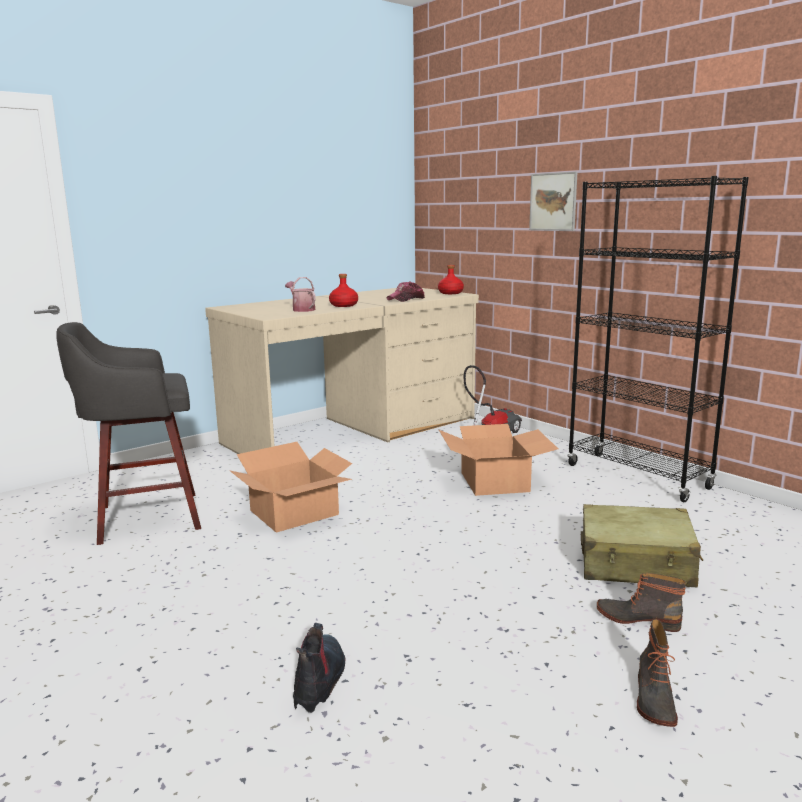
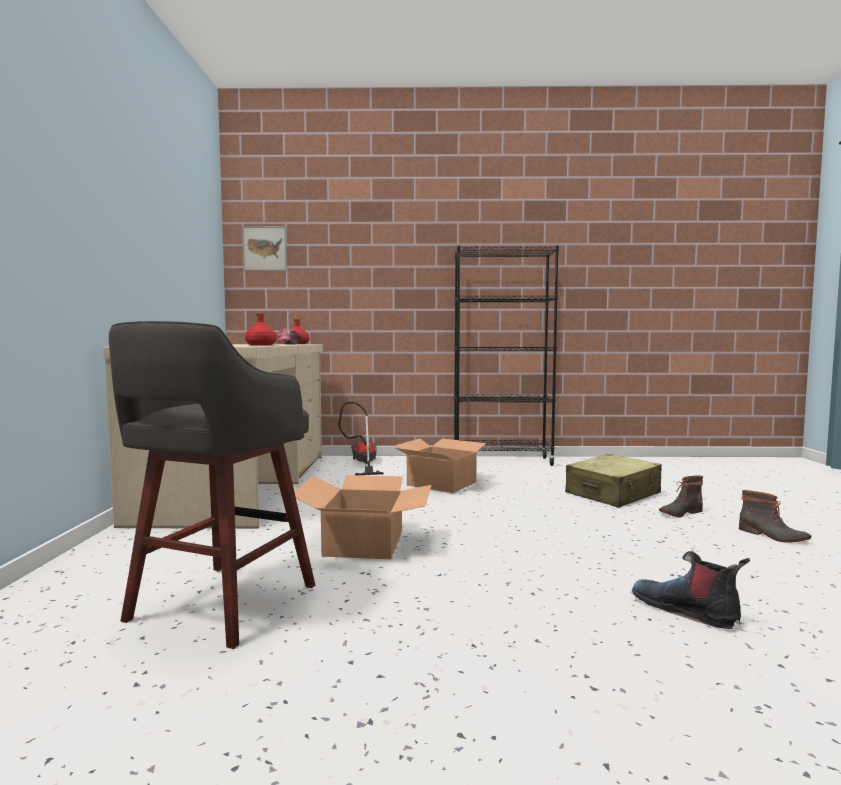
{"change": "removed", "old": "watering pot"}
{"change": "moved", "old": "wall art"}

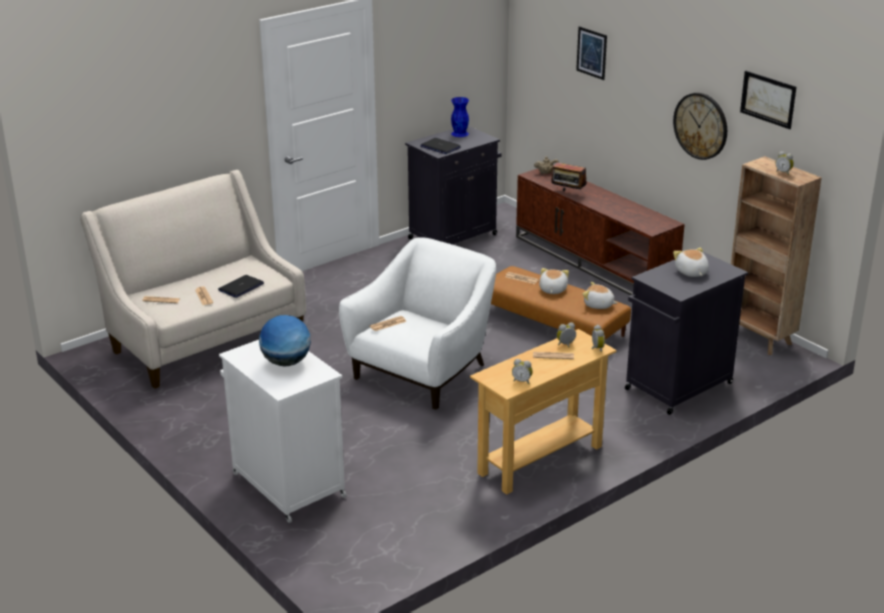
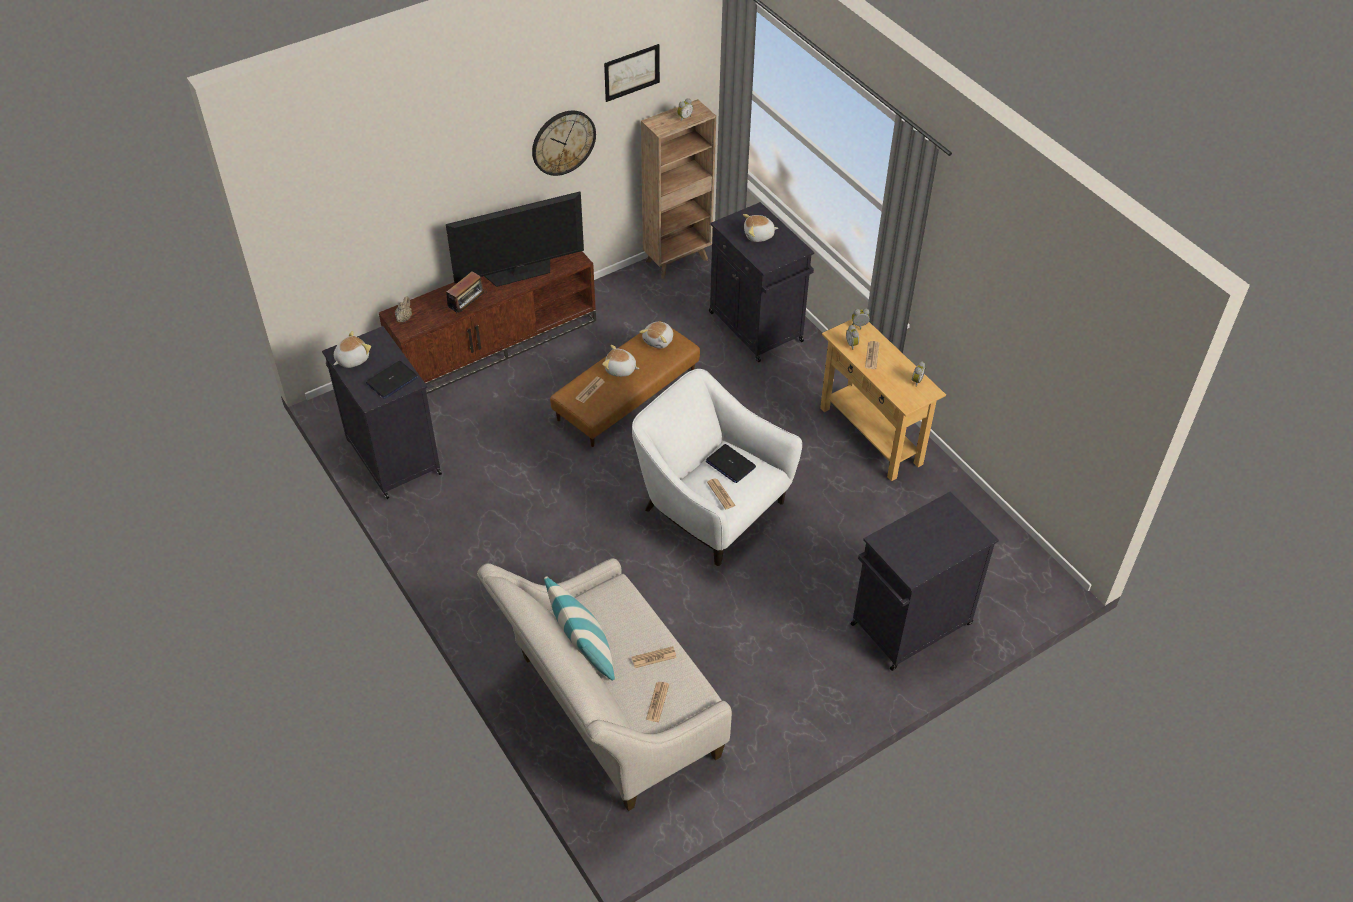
{"change": "removed", "old": "desk globe"}
{"change": "removed", "old": "wall art (1st from left)"}
{"change": "added", "new": "television"}
{"change": "added", "new": "throw pillow"}
{"change": "moved", "old": "laptop (1st from left in the first image)", "new": "laptop (2nd from left)"}
{"change": "replaced", "old": "blue-coloured vase", "new": "soft toy (1st from left)"}
{"change": "recoloured", "old": "white-coloured storage cabinet", "new": "black-coloured storage cabinet (3rd from left)"}

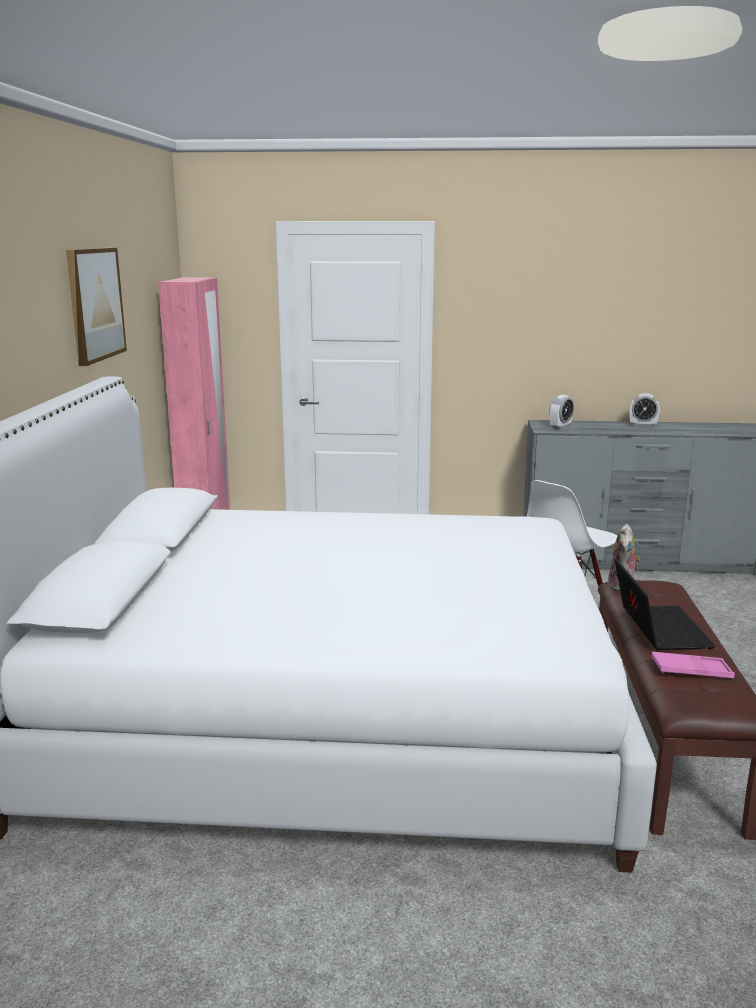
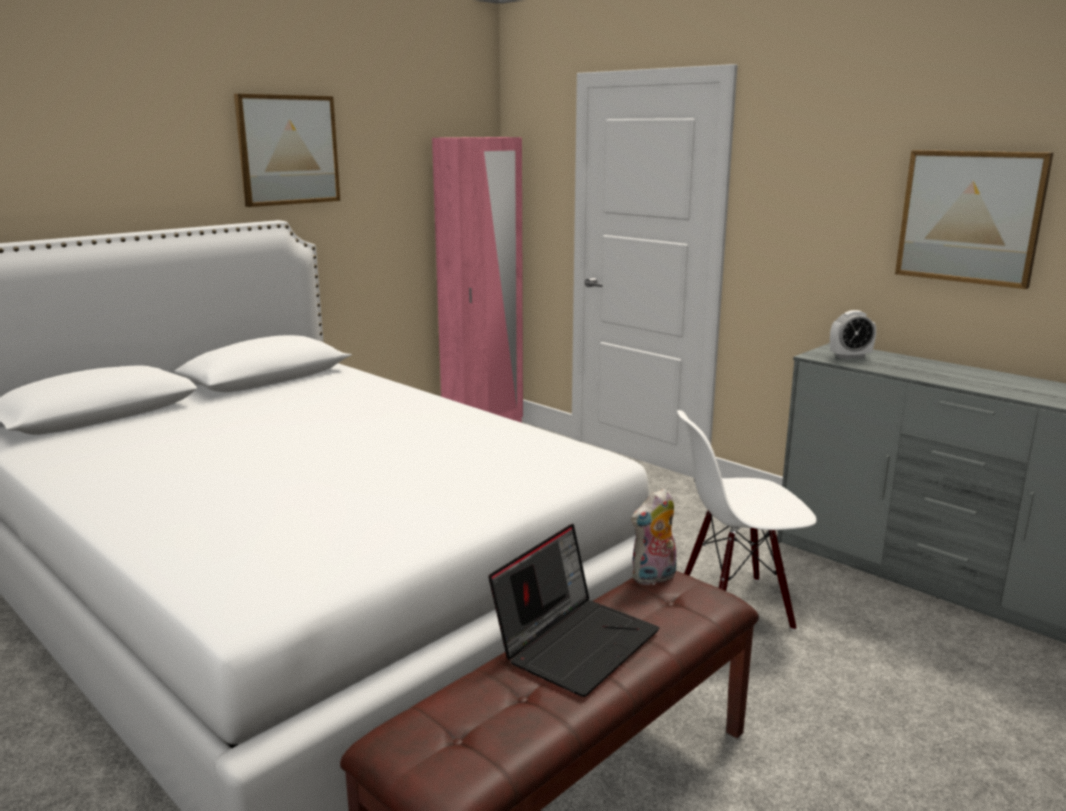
{"change": "removed", "old": "alarm clock (2nd from left)"}
{"change": "removed", "old": "pink carrying tray"}
{"change": "added", "new": "wall art (2nd from left)"}

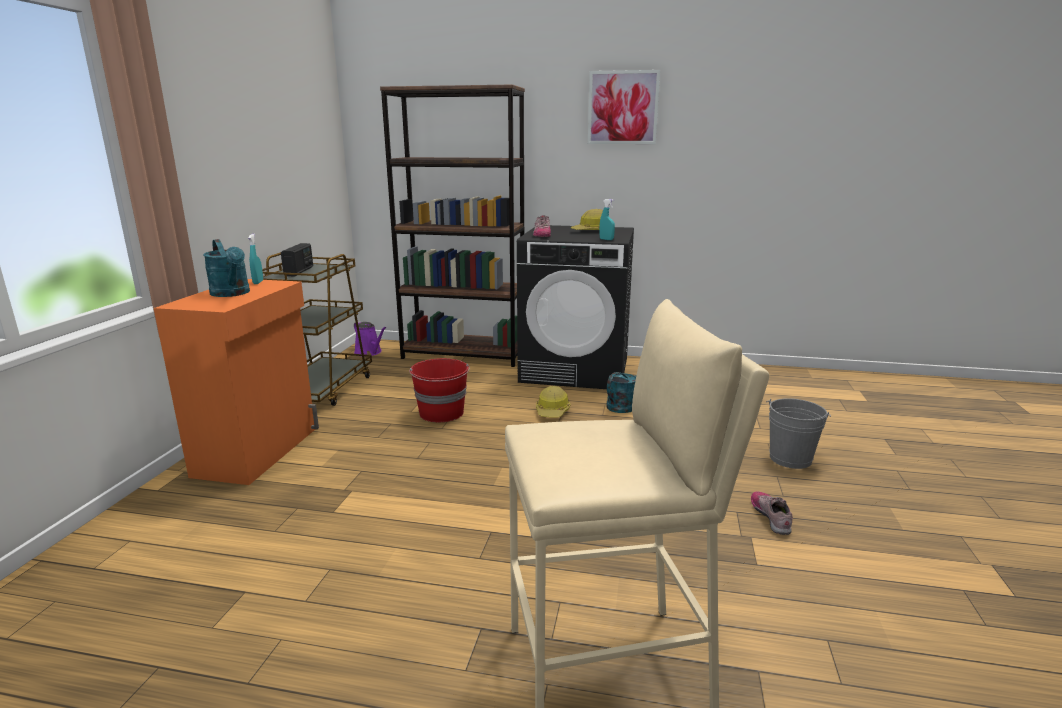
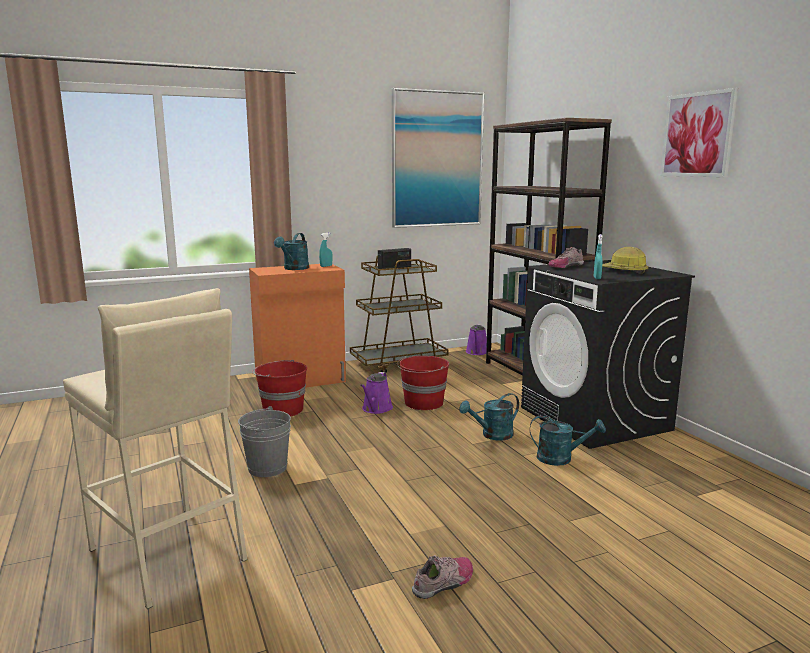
{"change": "added", "new": "red-coloured water bucket (1st from left)"}
{"change": "added", "new": "purple watering pot (1st from left)"}
{"change": "added", "new": "wall art (1st from left)"}
{"change": "moved", "old": "greyish water bucket"}
{"change": "replaced", "old": "work helmet (1st from left)", "new": "turquoise-coloured watering pot (2nd from left)"}

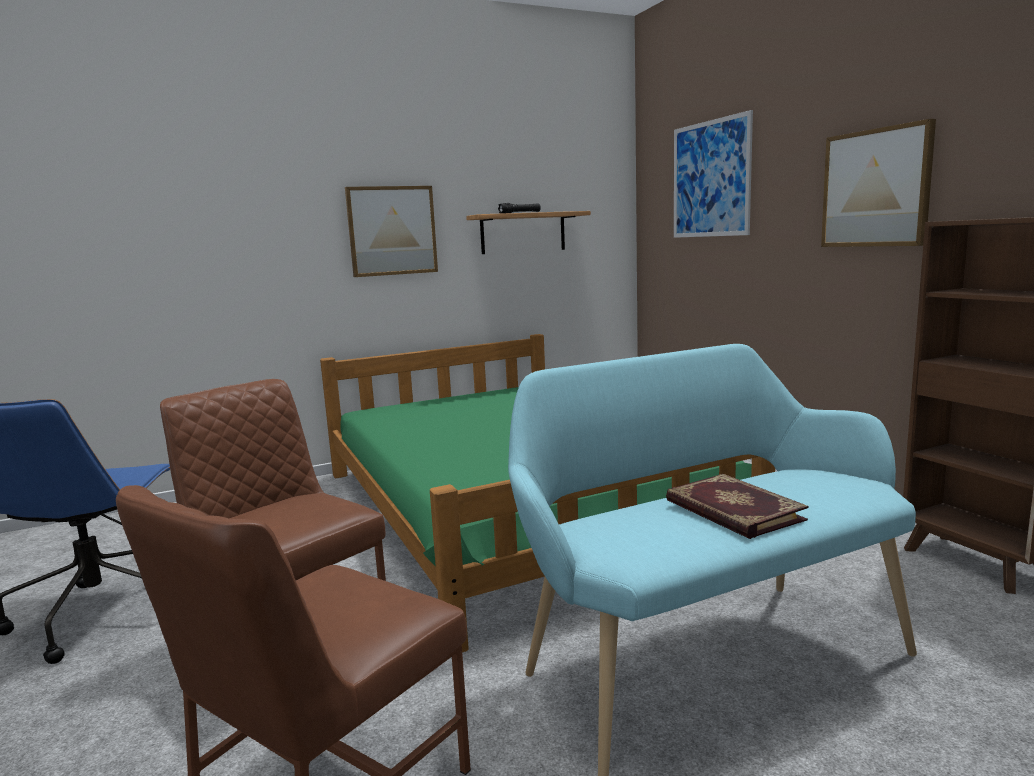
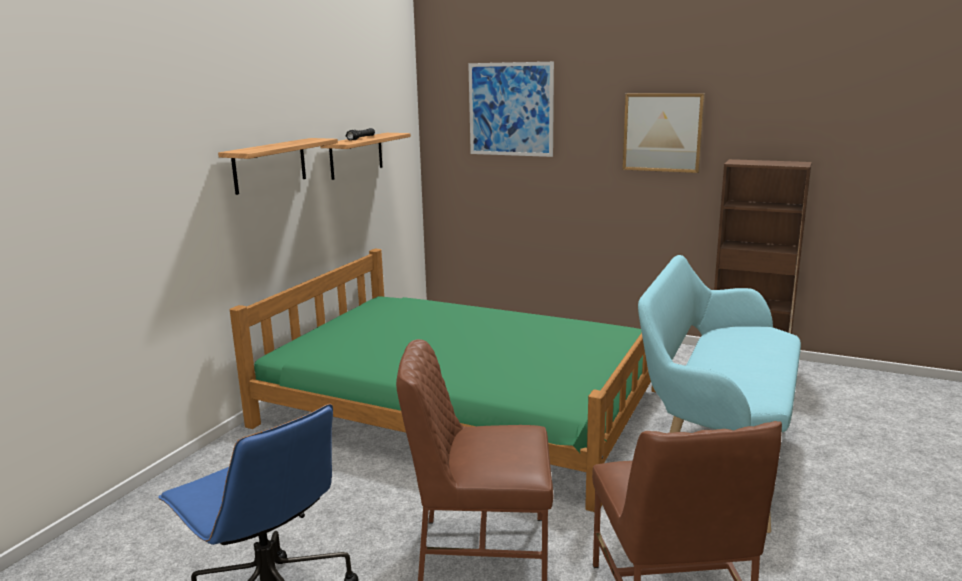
{"change": "removed", "old": "bound book"}
{"change": "replaced", "old": "wall art (1st from left)", "new": "shelf (1st from left)"}

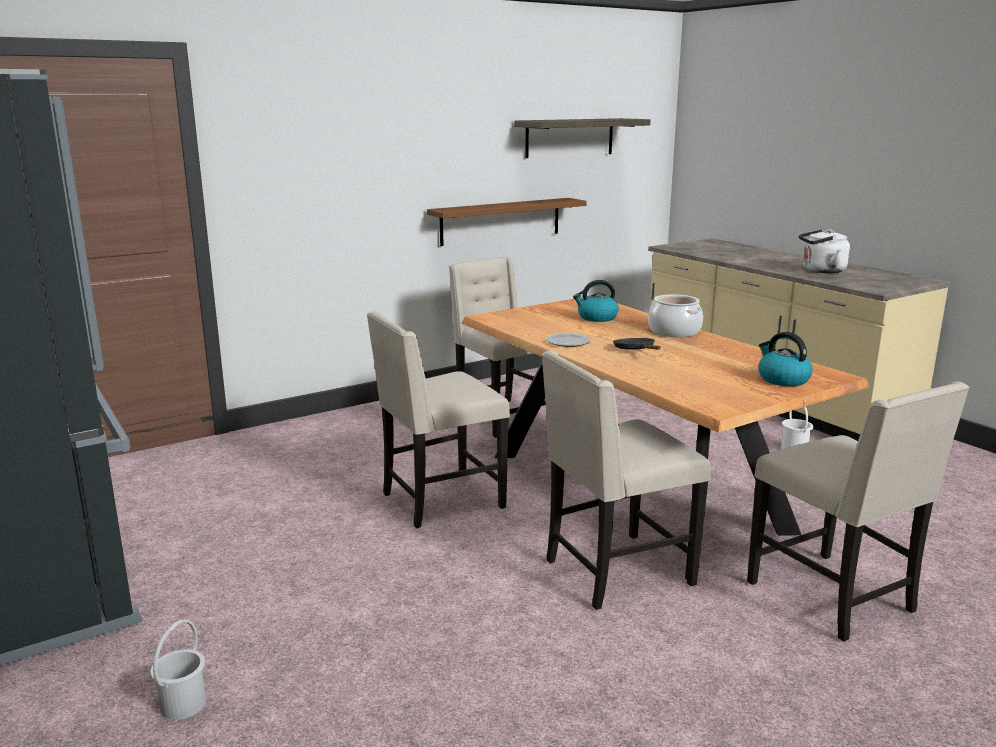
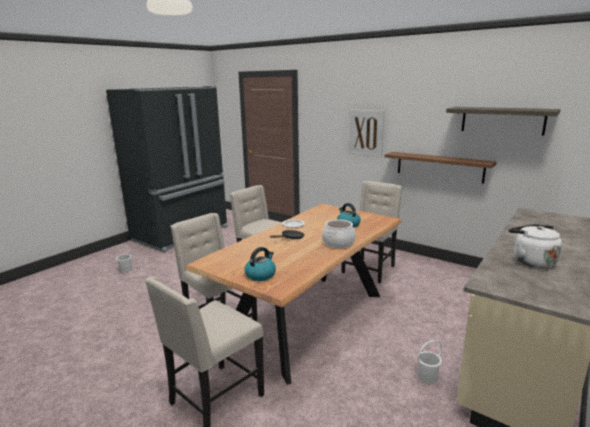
{"change": "added", "new": "wall art"}

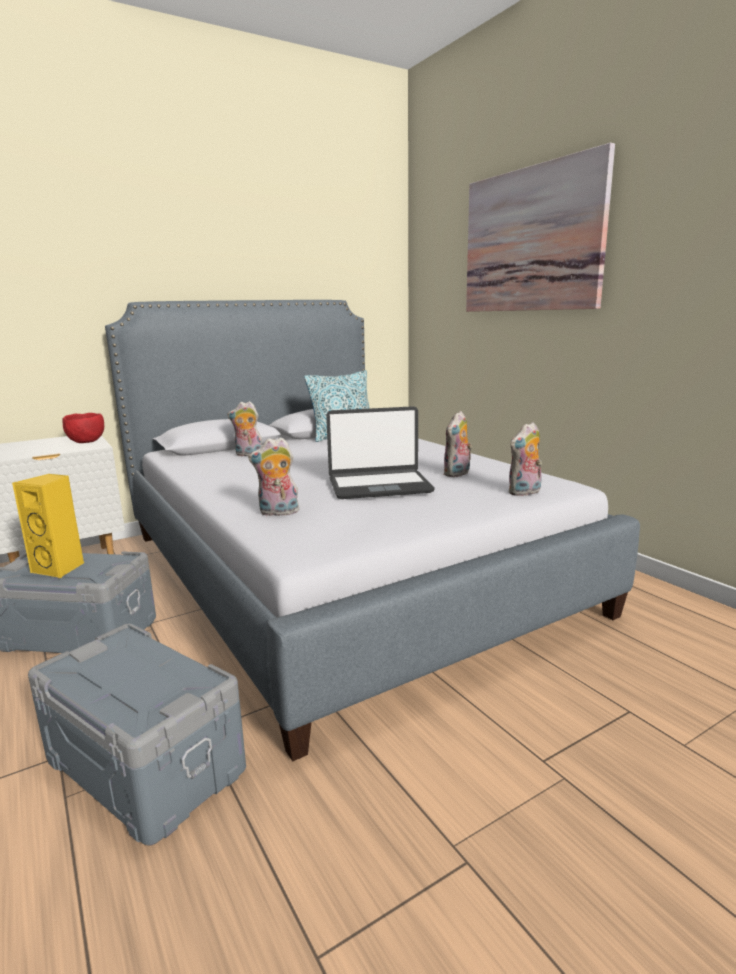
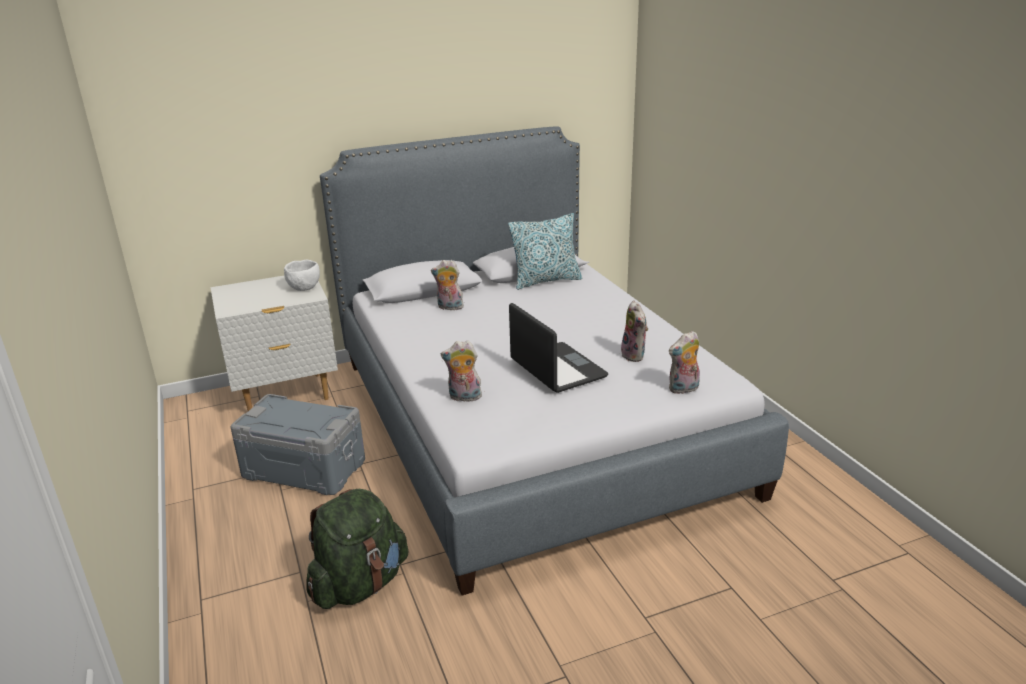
{"change": "removed", "old": "yellowish speaker"}
{"change": "removed", "old": "wall art"}
{"change": "replaced", "old": "greyish storage container (2nd from left)", "new": "green-coloured backpack"}
{"change": "recoloured", "old": "red-coloured serving bowl", "new": "white-coloured serving bowl"}
{"change": "turned", "old": "laptop", "degrees": -120}
{"change": "turned", "old": "soft toy (3rd from left)", "degrees": -60}

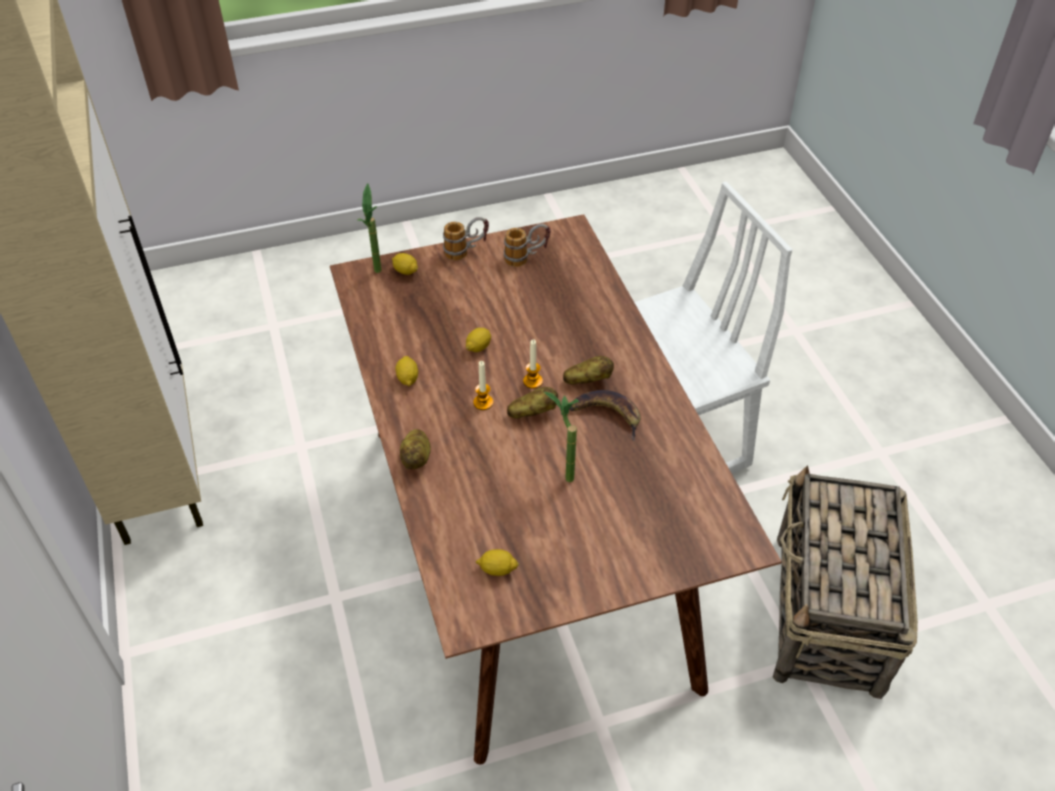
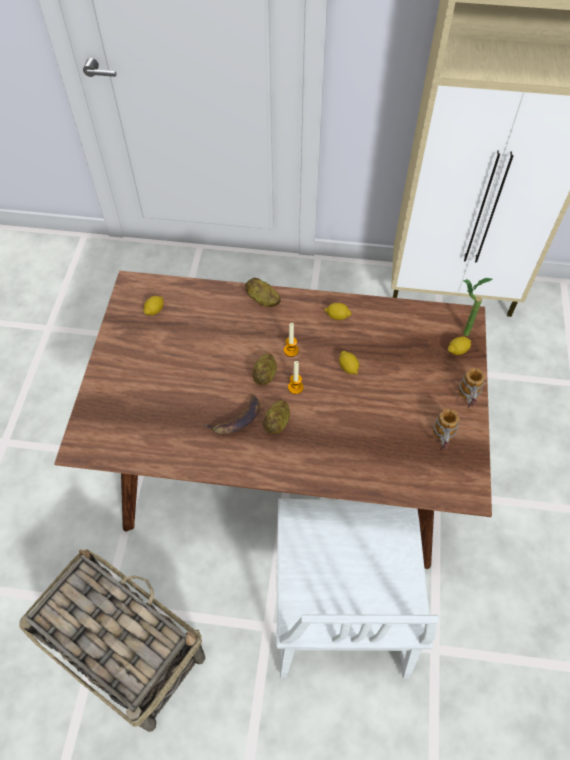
{"change": "removed", "old": "potted plant (2nd from left)"}

